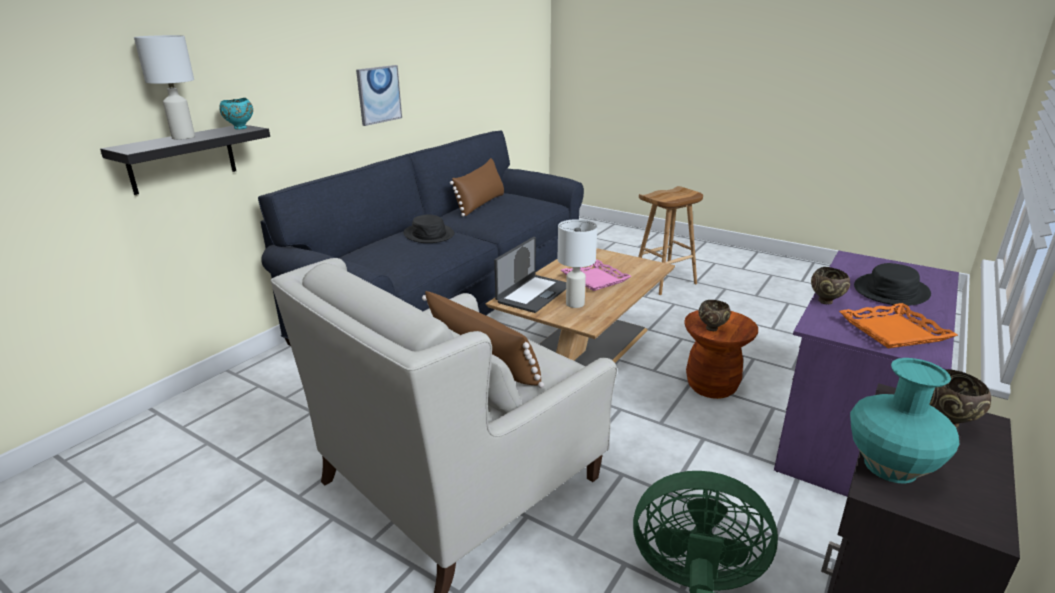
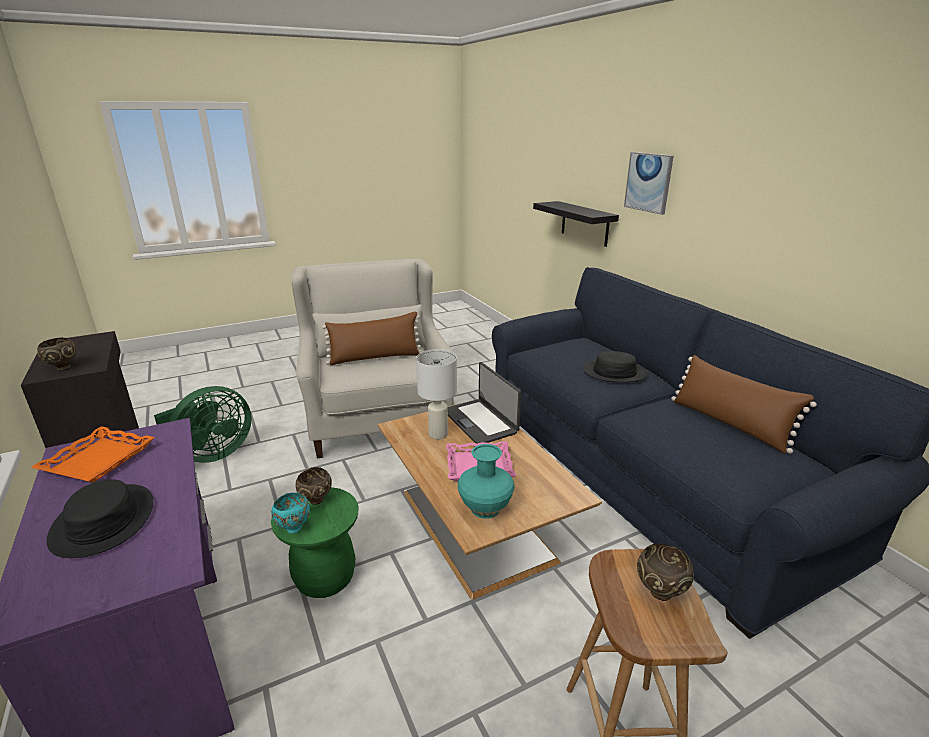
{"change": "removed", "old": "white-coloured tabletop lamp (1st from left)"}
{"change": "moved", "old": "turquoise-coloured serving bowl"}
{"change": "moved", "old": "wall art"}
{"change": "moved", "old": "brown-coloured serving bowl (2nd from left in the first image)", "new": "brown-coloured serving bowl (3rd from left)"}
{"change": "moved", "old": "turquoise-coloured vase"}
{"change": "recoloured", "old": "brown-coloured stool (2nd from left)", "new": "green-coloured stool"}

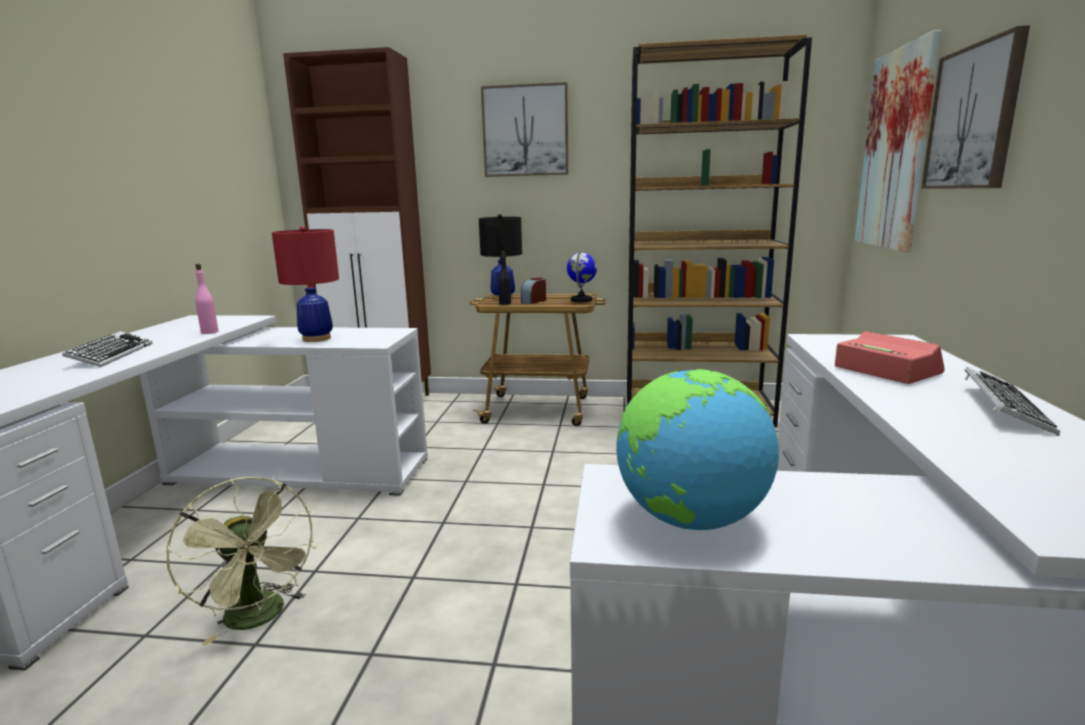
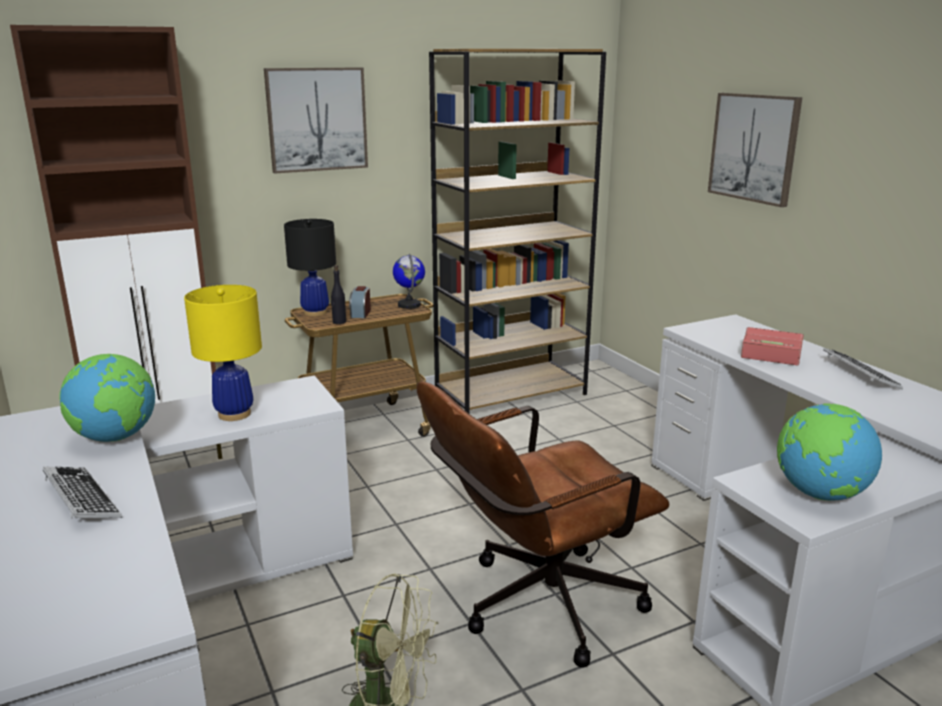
{"change": "removed", "old": "wall art (2nd from left)"}
{"change": "added", "new": "brown-coloured desk chair"}
{"change": "replaced", "old": "pink beverage bottle", "new": "desk globe (1st from left)"}
{"change": "recoloured", "old": "red-coloured tabletop lamp", "new": "yellowish tabletop lamp"}

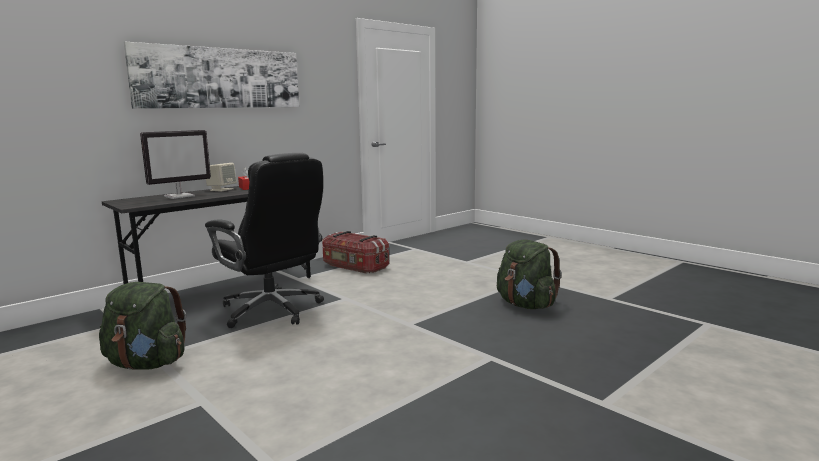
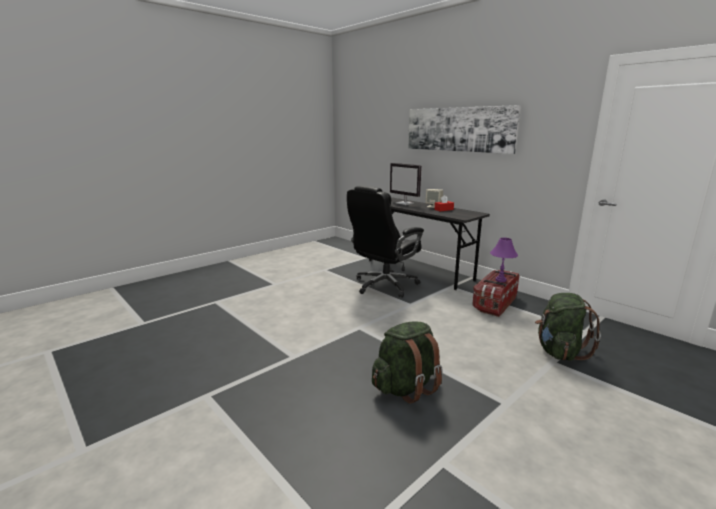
{"change": "added", "new": "purple tabletop lamp"}
{"change": "moved", "old": "green-coloured backpack (1st from left in the first image)", "new": "green-coloured backpack (2nd from left)"}

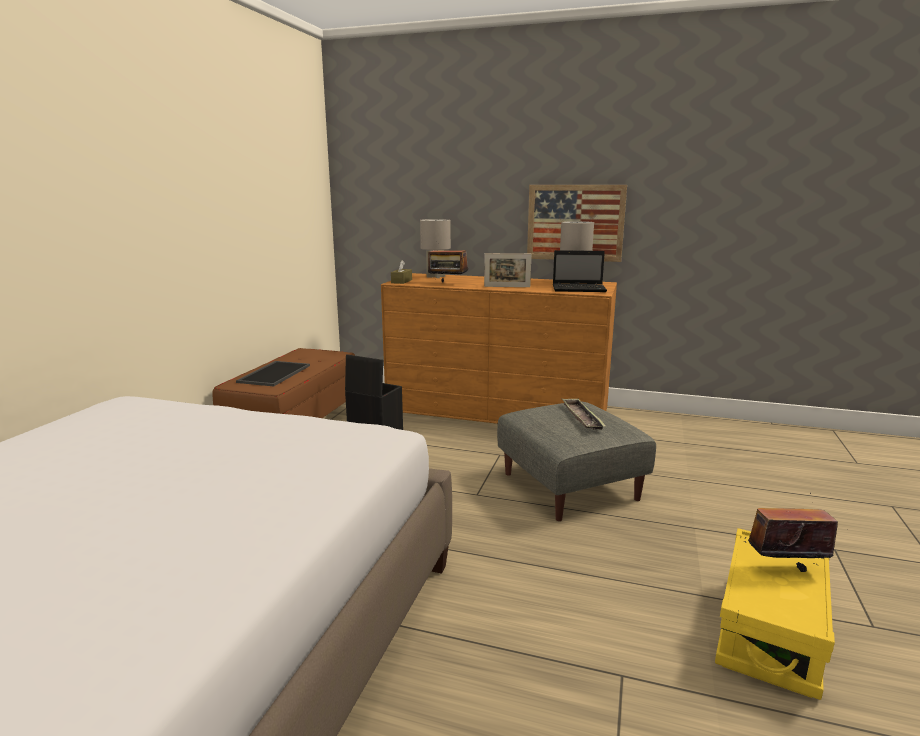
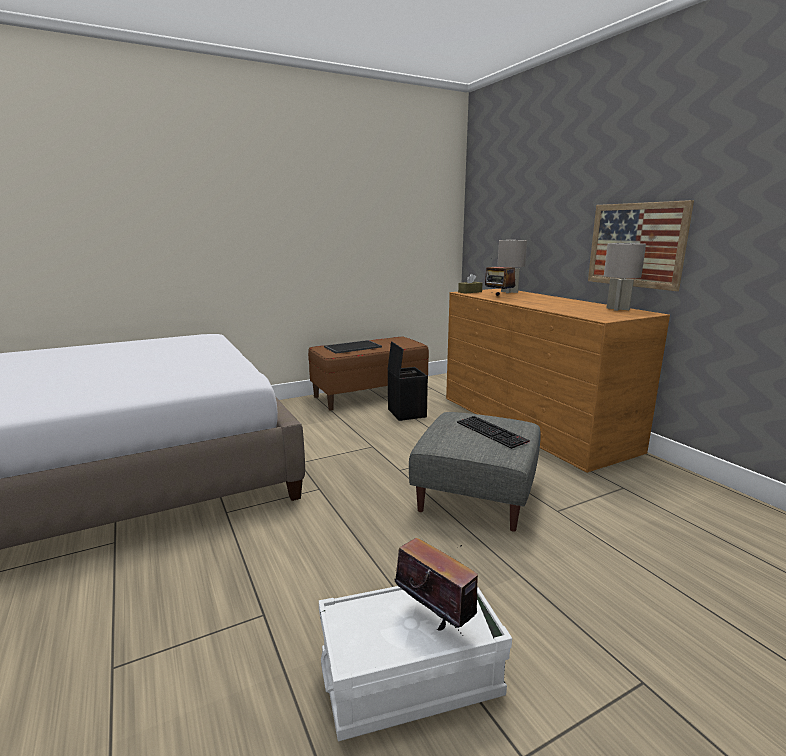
{"change": "removed", "old": "picture frame"}
{"change": "removed", "old": "laptop"}
{"change": "replaced", "old": "carrying tray (2nd from left)", "new": "computer keyboard"}
{"change": "recoloured", "old": "yellowish storage container", "new": "white-coloured storage container"}

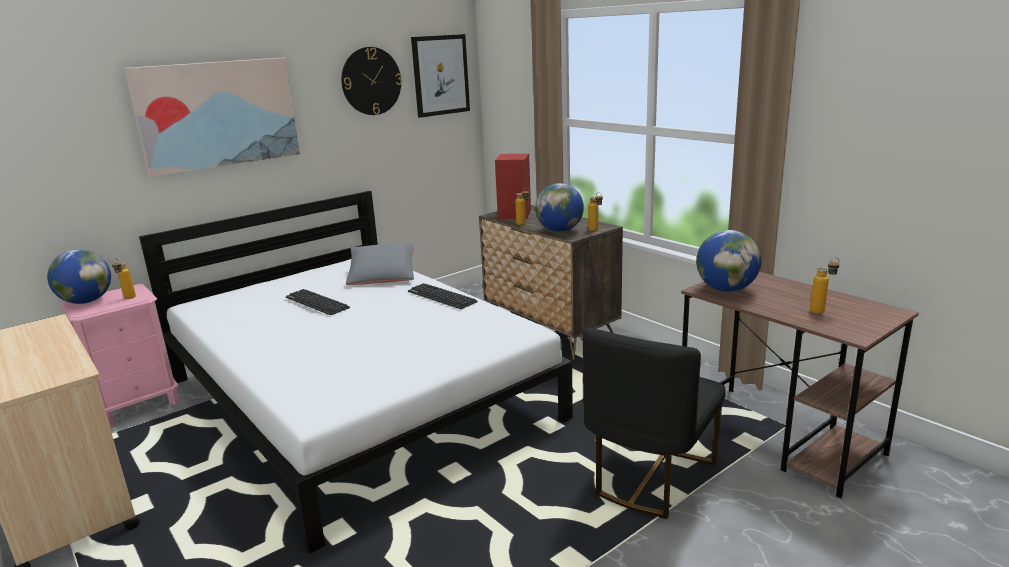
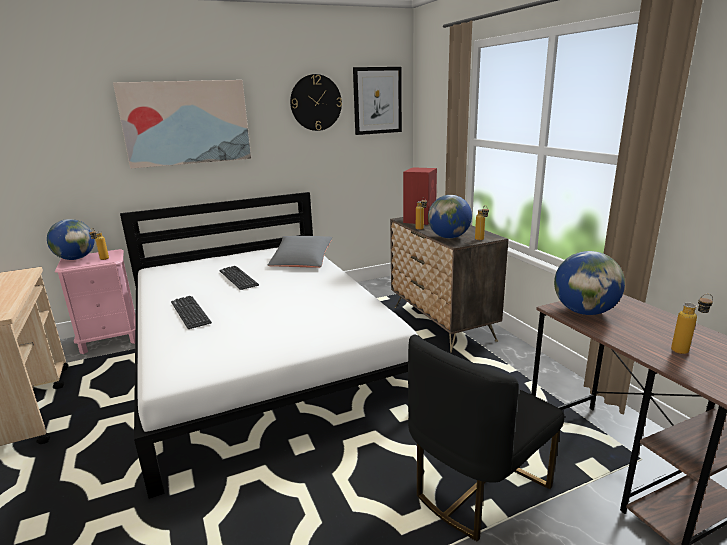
{"change": "moved", "old": "computer keyboard (2nd from left in the first image)", "new": "computer keyboard (1st from left)"}

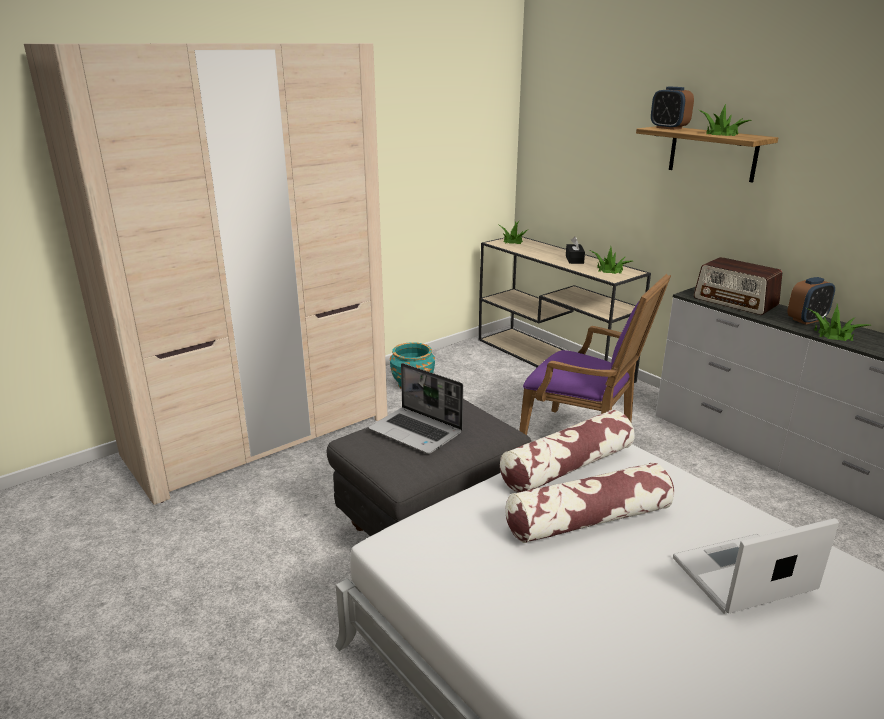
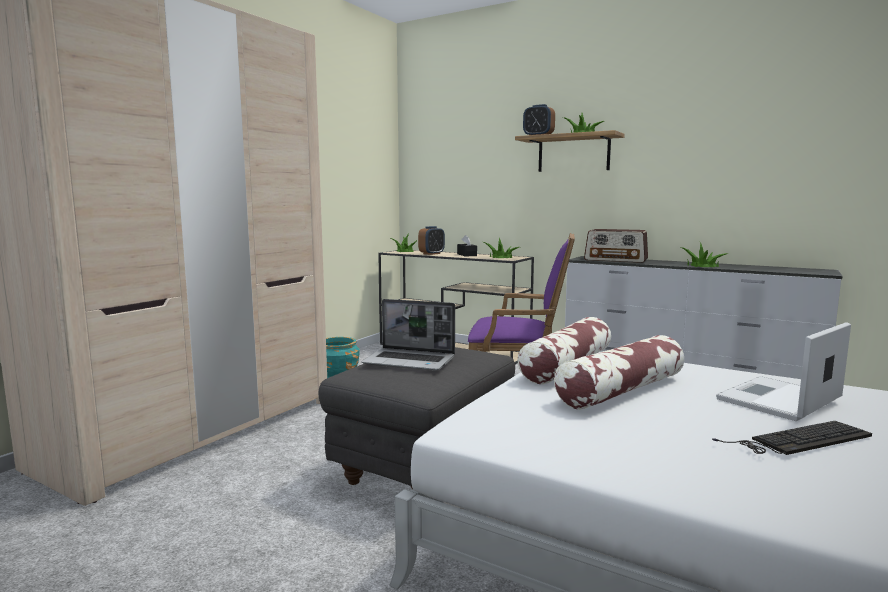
{"change": "added", "new": "computer keyboard"}
{"change": "moved", "old": "alarm clock (2nd from left in the first image)", "new": "alarm clock (1st from left)"}

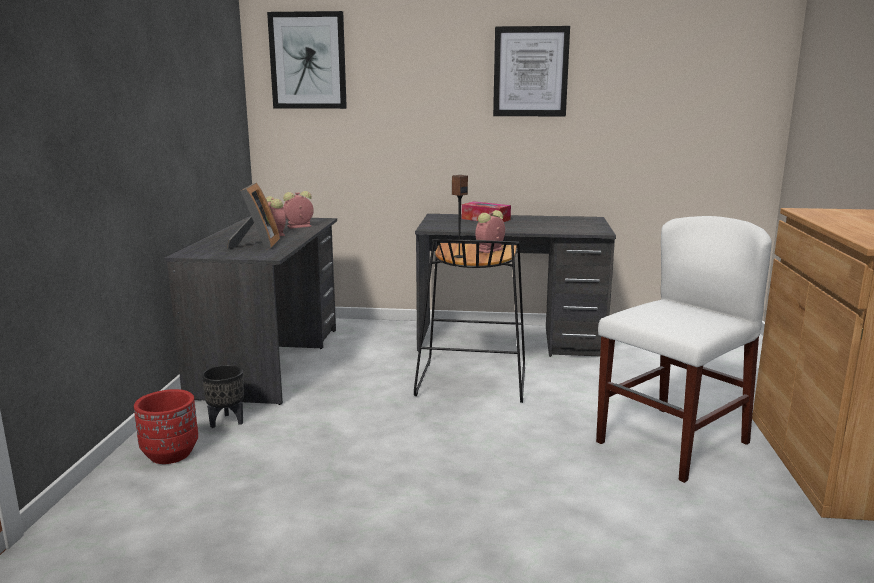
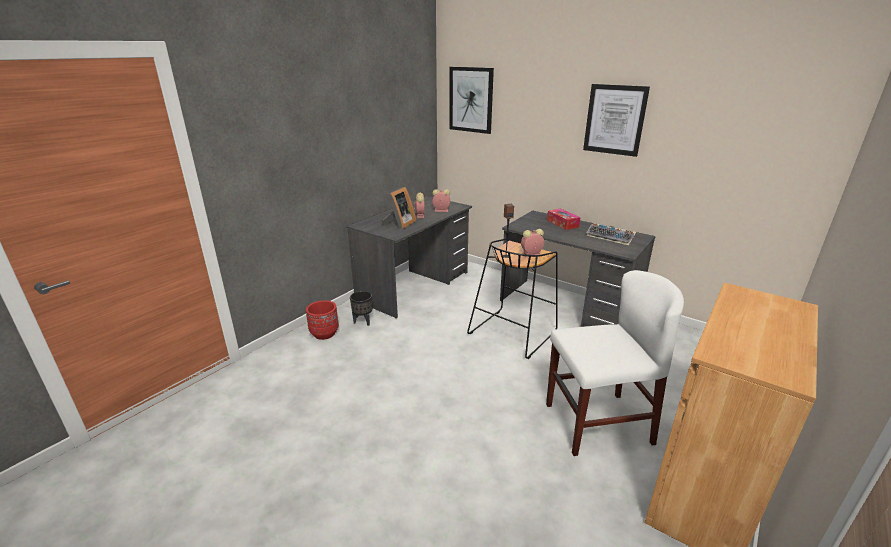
{"change": "added", "new": "computer keyboard"}

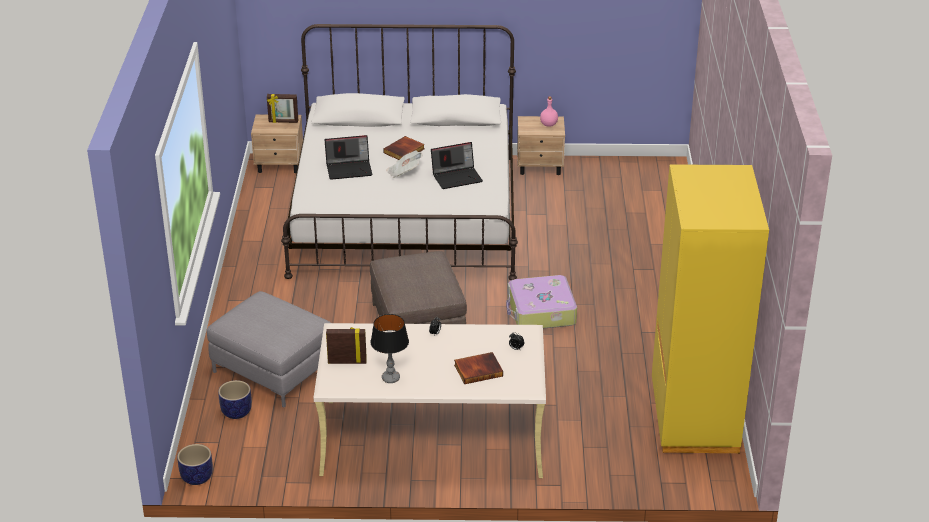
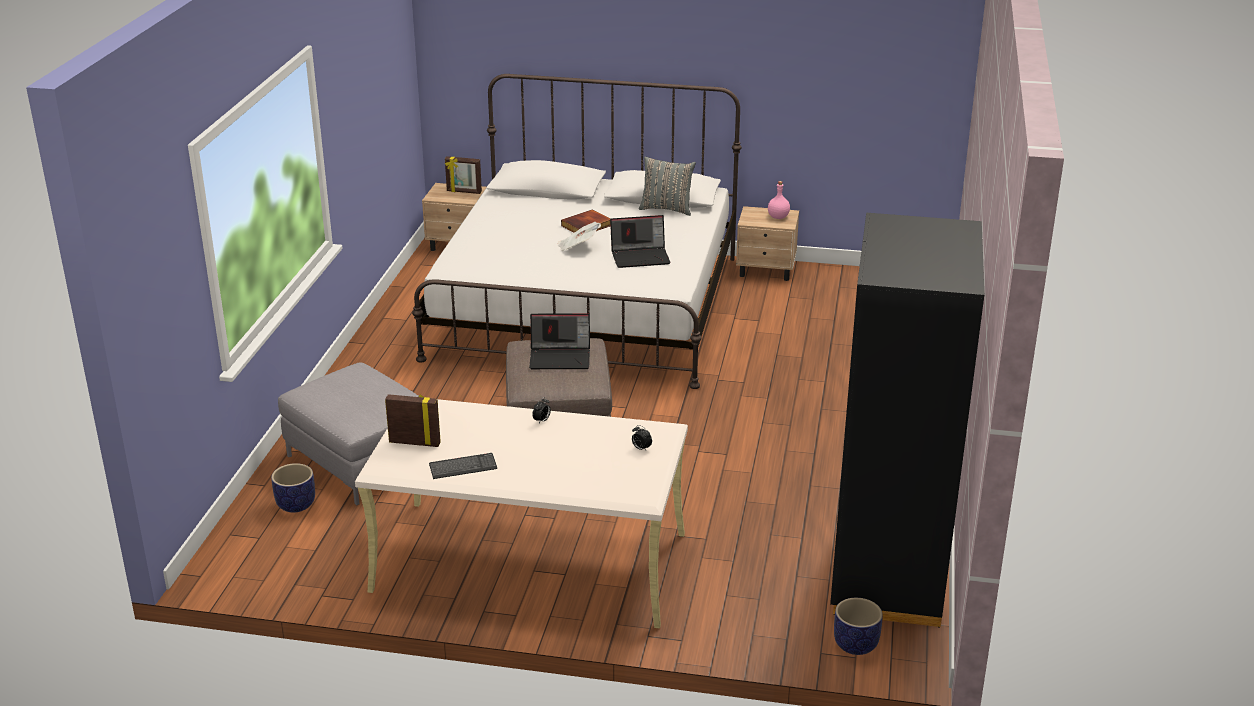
{"change": "removed", "old": "bound book (2nd from left)"}
{"change": "removed", "old": "piece of luggage"}
{"change": "added", "new": "greyish throw pillow"}
{"change": "moved", "old": "flower pot (1st from left in the first image)", "new": "flower pot (2nd from left)"}
{"change": "moved", "old": "laptop (1st from left)"}
{"change": "replaced", "old": "tabletop lamp", "new": "computer keyboard"}
{"change": "recoloured", "old": "yellowish wardrobe", "new": "black-coloured wardrobe"}

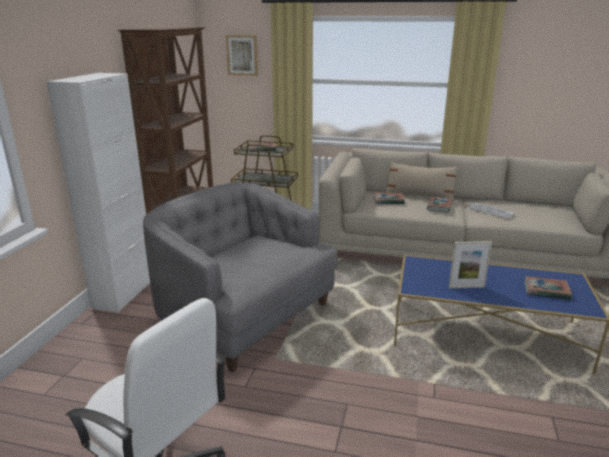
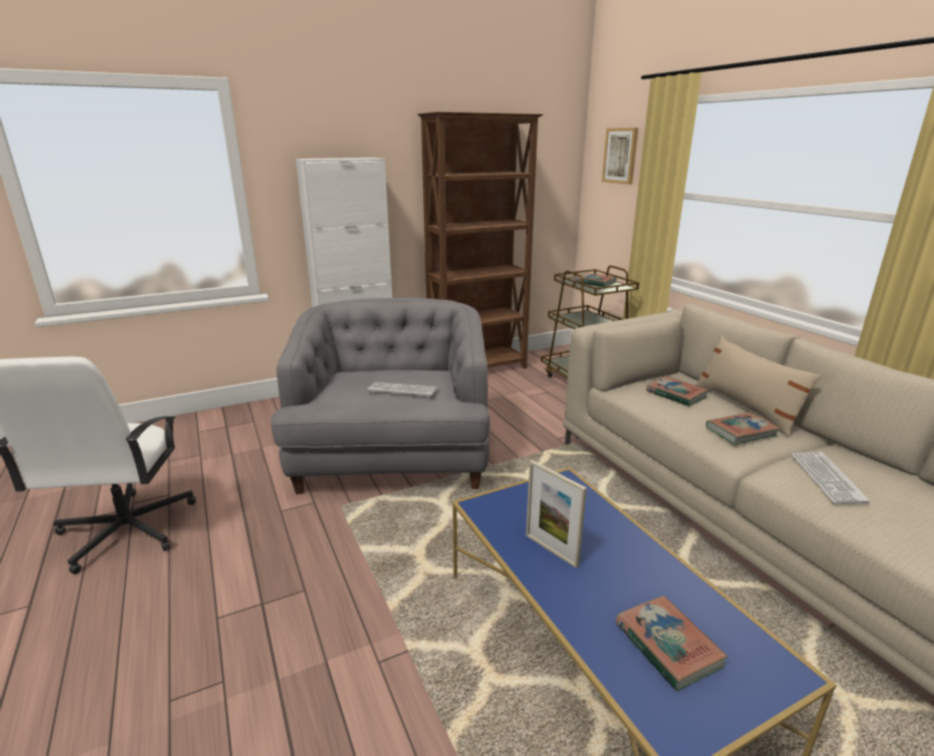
{"change": "added", "new": "computer keyboard (1st from left)"}

